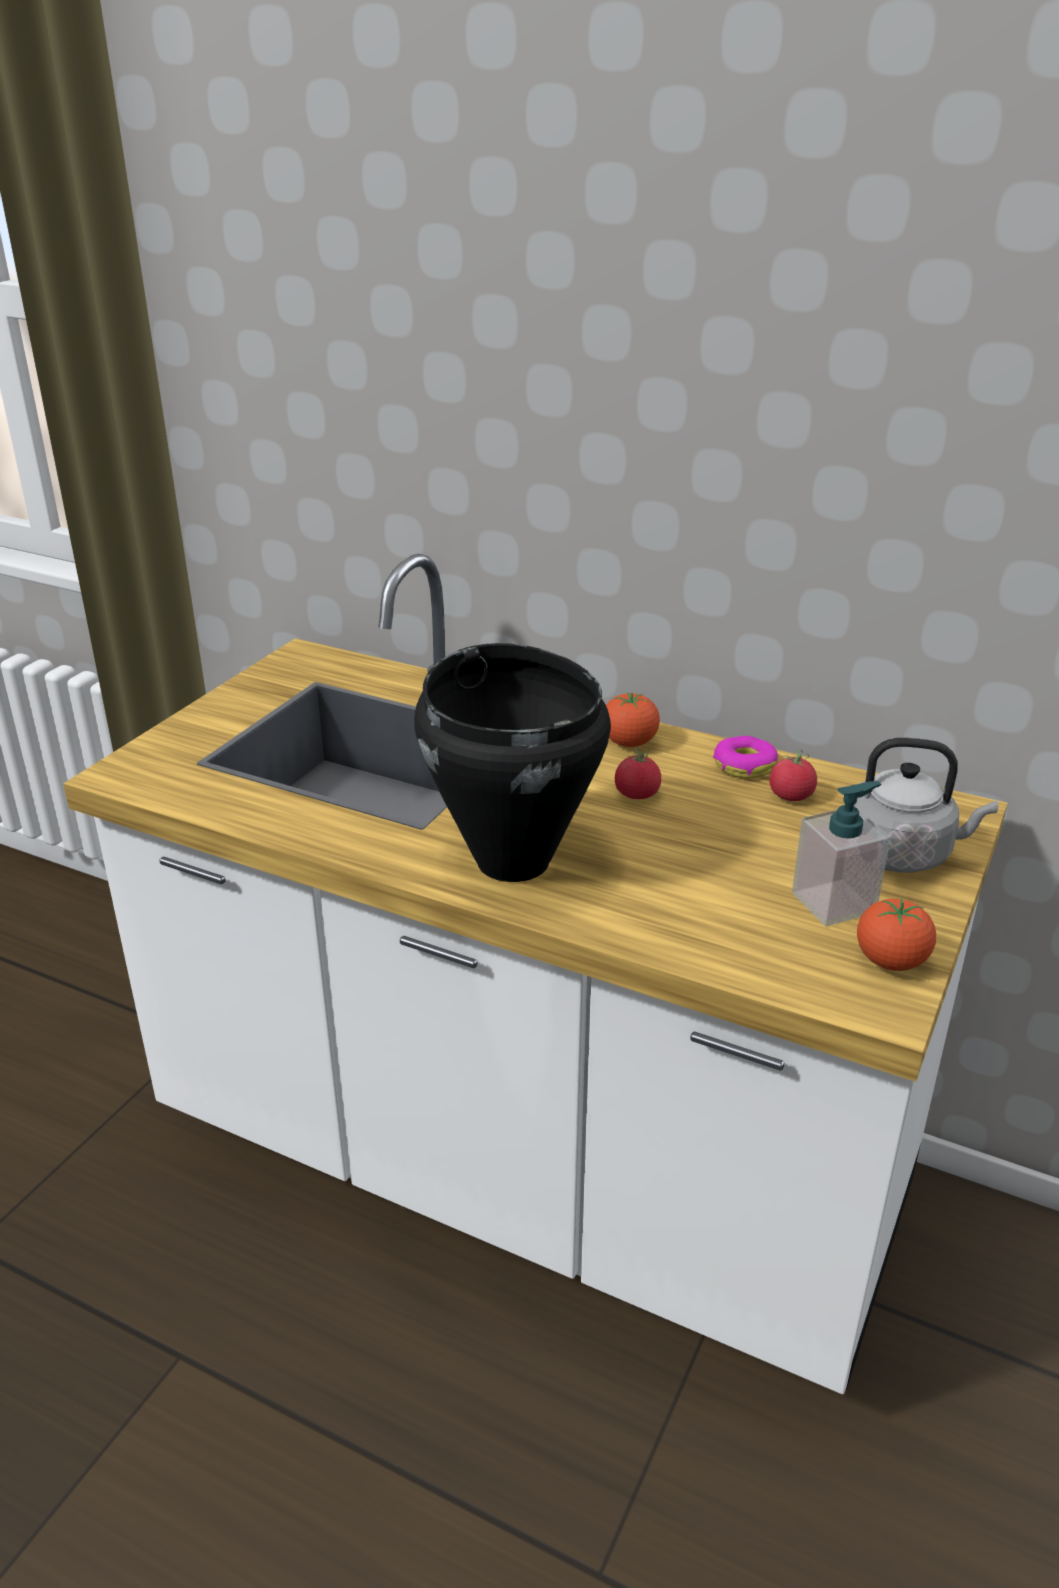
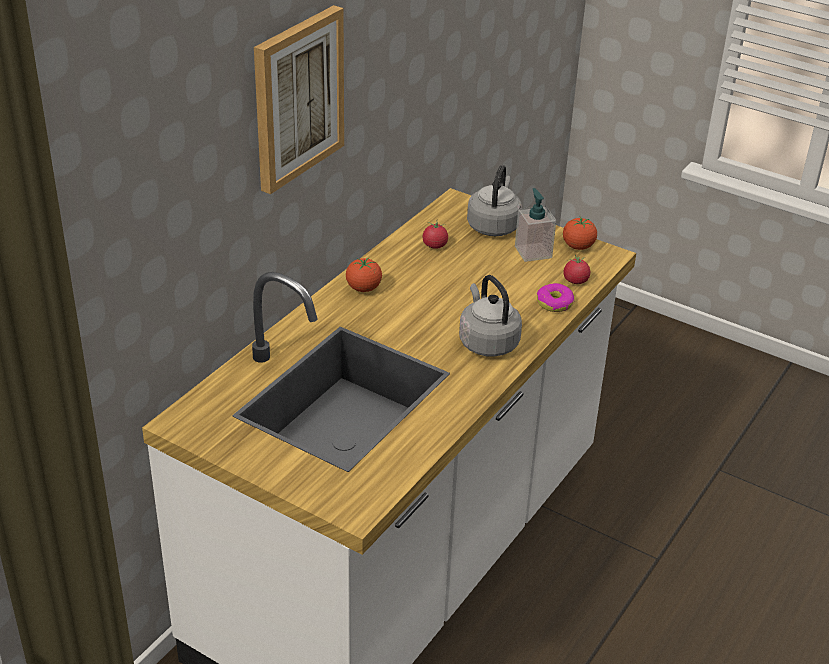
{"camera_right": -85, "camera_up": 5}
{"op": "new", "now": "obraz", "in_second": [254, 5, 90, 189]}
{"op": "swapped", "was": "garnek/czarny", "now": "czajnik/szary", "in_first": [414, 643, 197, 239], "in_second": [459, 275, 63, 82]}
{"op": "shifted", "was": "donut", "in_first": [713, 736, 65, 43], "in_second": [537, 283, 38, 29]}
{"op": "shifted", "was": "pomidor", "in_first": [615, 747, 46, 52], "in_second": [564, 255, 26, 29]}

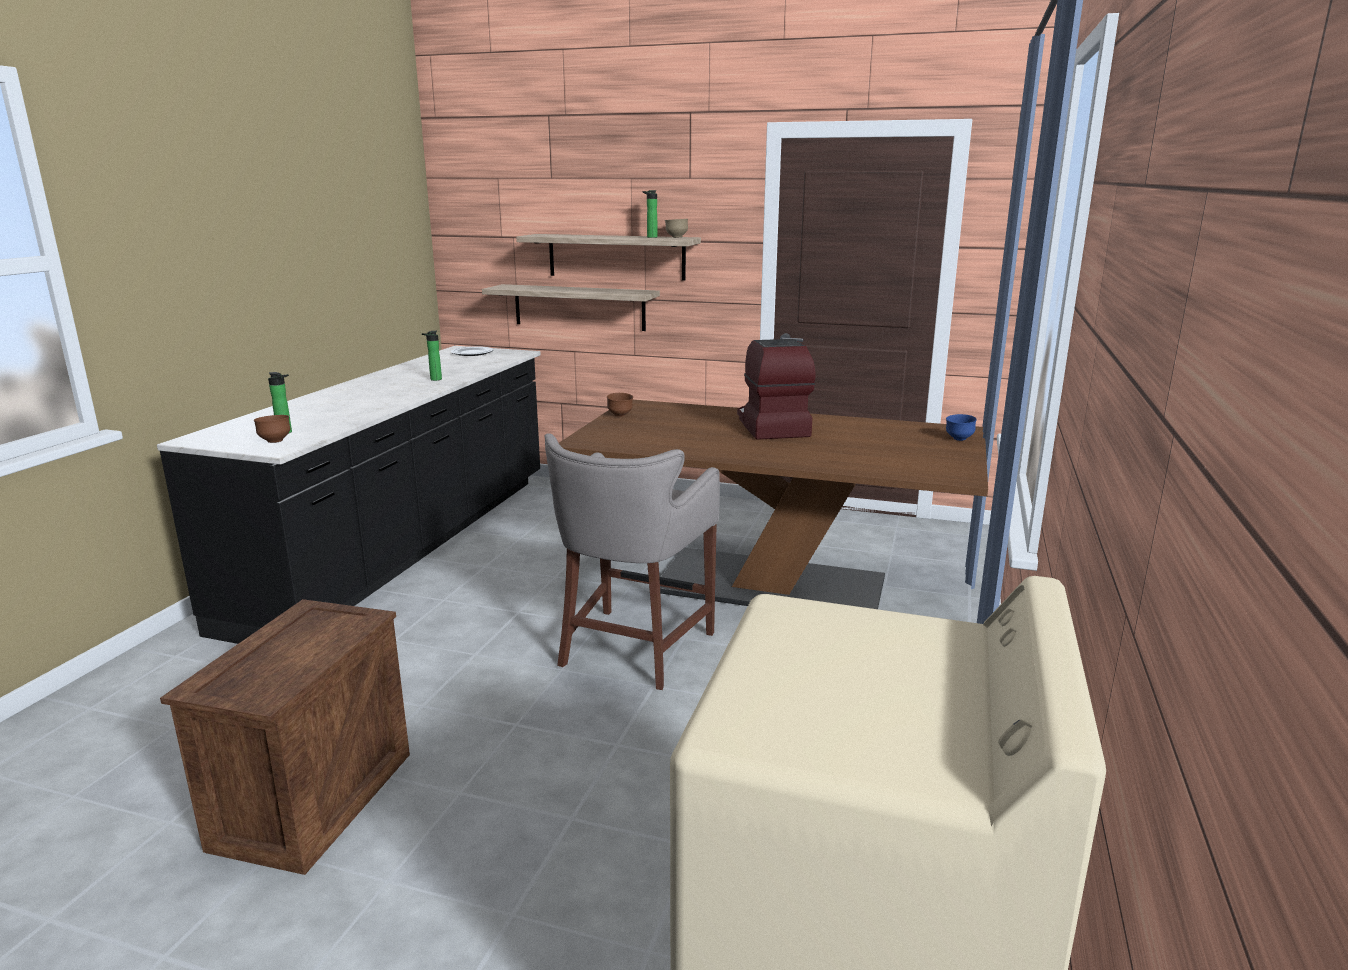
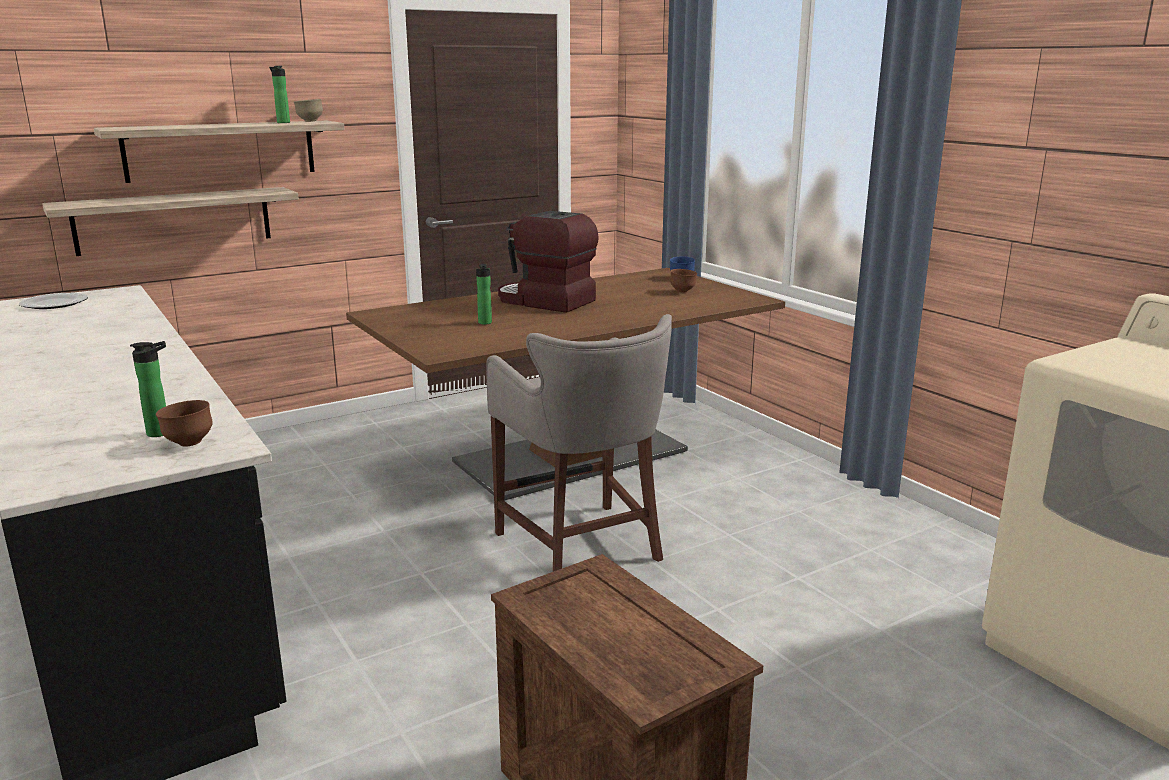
{"camera_right": -50, "camera_up": 0}
{"op": "shifted", "was": "butelka", "in_first": [422, 331, 20, 50], "in_second": [476, 264, 16, 61]}
{"op": "shifted", "was": "miska/brązowy", "in_first": [607, 393, 26, 24], "in_second": [670, 269, 27, 23]}

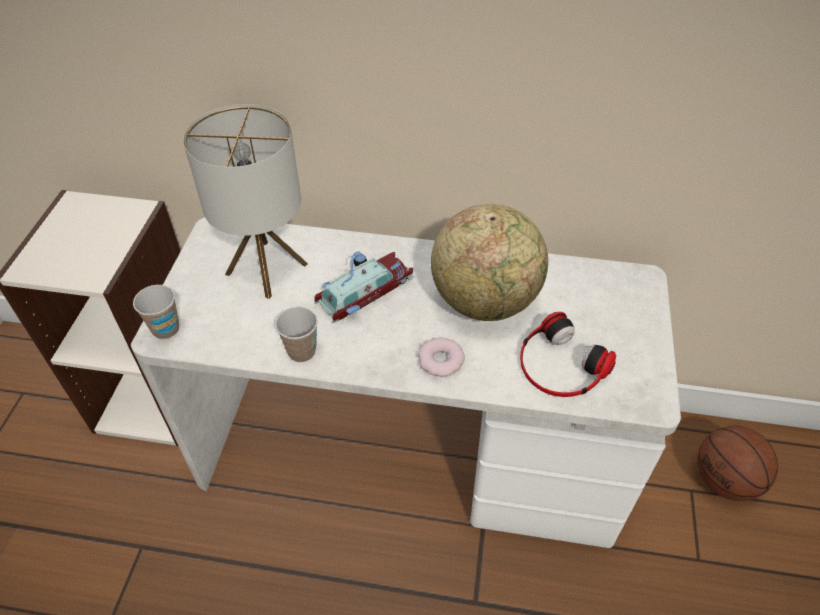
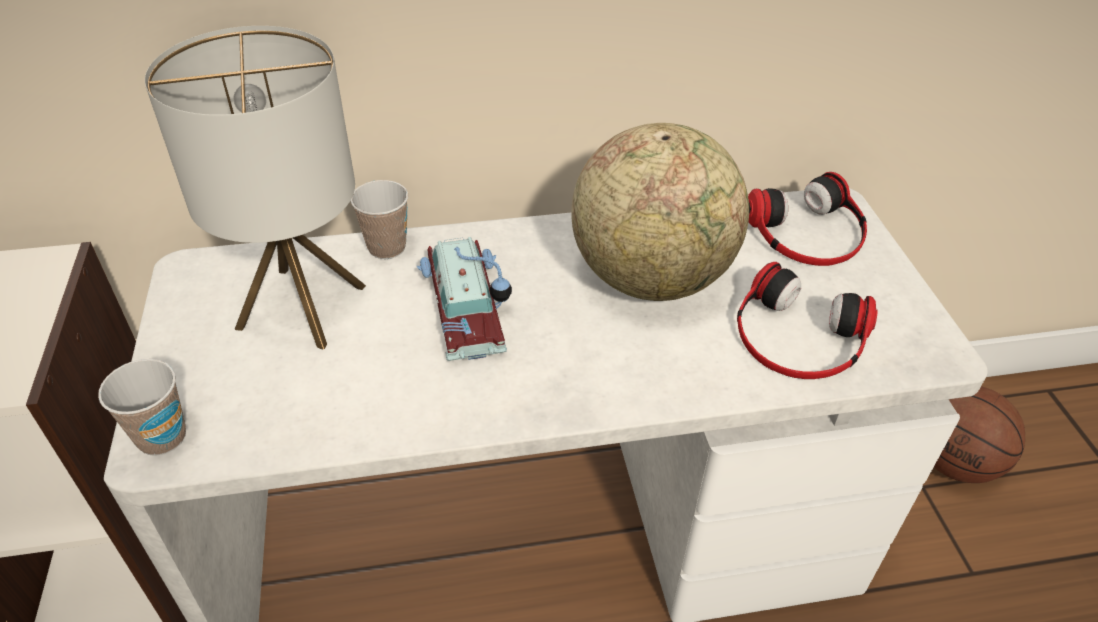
{"camera_right": -20, "camera_up": -5}
{"op": "shifted", "was": "filiżanka", "in_first": [275, 307, 43, 55], "in_second": [351, 180, 57, 79]}
{"op": "rotated", "was": "samochodzik", "in_first": [314, 251, 100, 72], "in_second": [417, 237, 95, 124], "clockwise": 135}
{"op": "new", "now": "słuchawki", "in_second": [748, 172, 119, 94]}
{"op": "gone", "was": "donut", "in_first": [418, 337, 47, 40]}

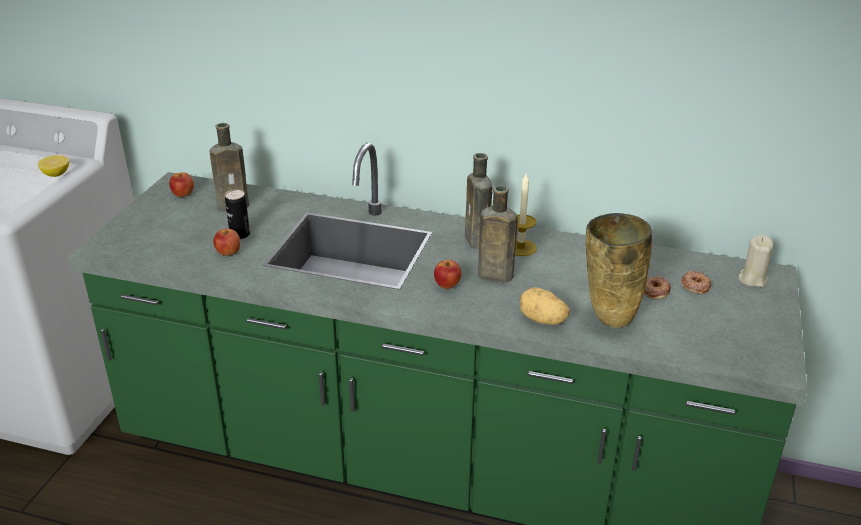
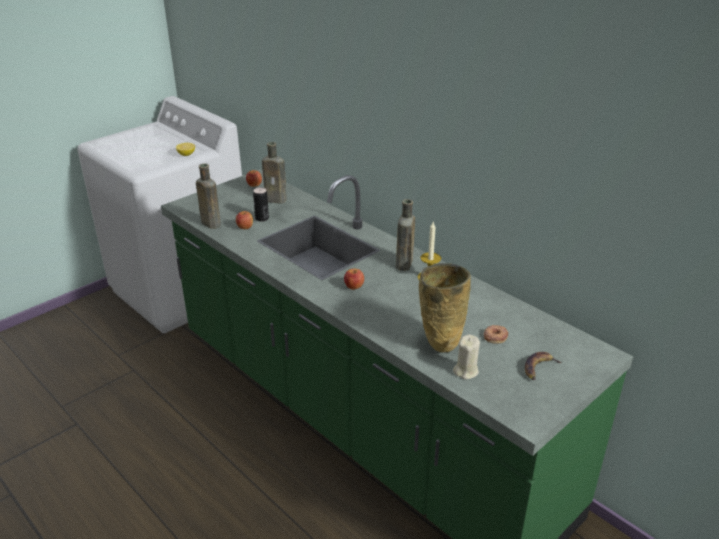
{"camera_right": 30, "camera_up": 0}
{"op": "shifted", "was": "butelka/brązowy", "in_first": [478, 185, 40, 98], "in_second": [196, 164, 25, 65]}
{"op": "shifted", "was": "świeca/beżowy", "in_first": [738, 235, 36, 52], "in_second": [453, 334, 27, 45]}
{"op": "new", "now": "banan", "in_second": [525, 352, 37, 28]}
{"op": "gone", "was": "ziemniak", "in_first": [520, 287, 50, 38]}
{"op": "gone", "was": "donut", "in_first": [681, 271, 30, 23]}

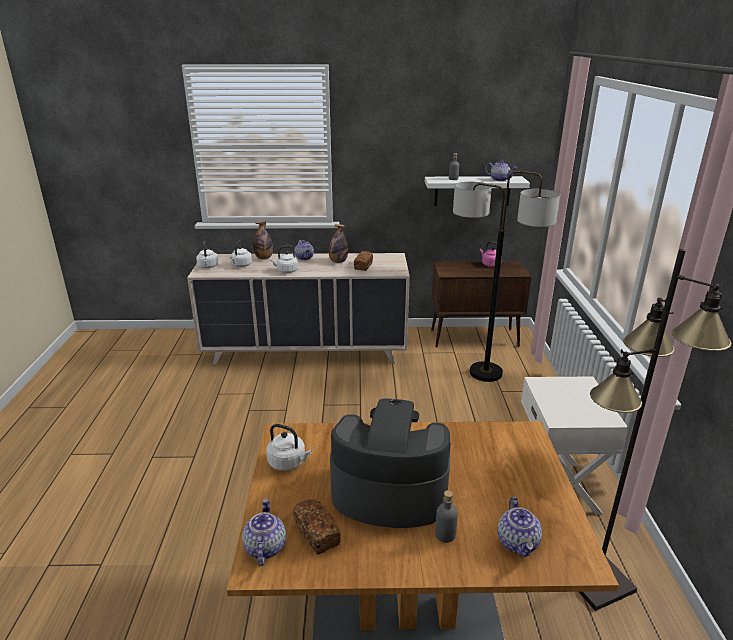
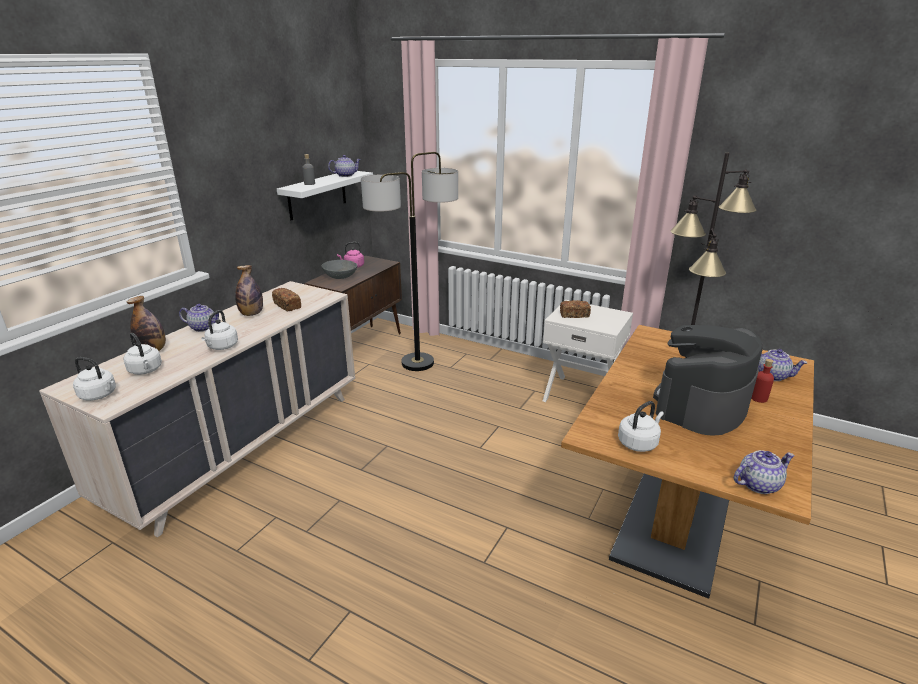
{"camera_right": -60, "camera_up": 0}
{"op": "new", "now": "miska/szary", "in_second": [322, 260, 35, 19]}
{"op": "shifted", "was": "chleb", "in_first": [292, 499, 49, 56], "in_second": [560, 300, 31, 18]}
{"op": "rotated", "was": "imbryk", "in_first": [242, 499, 44, 67], "in_second": [734, 450, 61, 44], "clockwise": 135}
{"op": "repainted", "was": "butelka/szary", "now": "butelka/czerwony", "in_first": [435, 490, 23, 53], "in_second": [751, 359, 23, 44]}

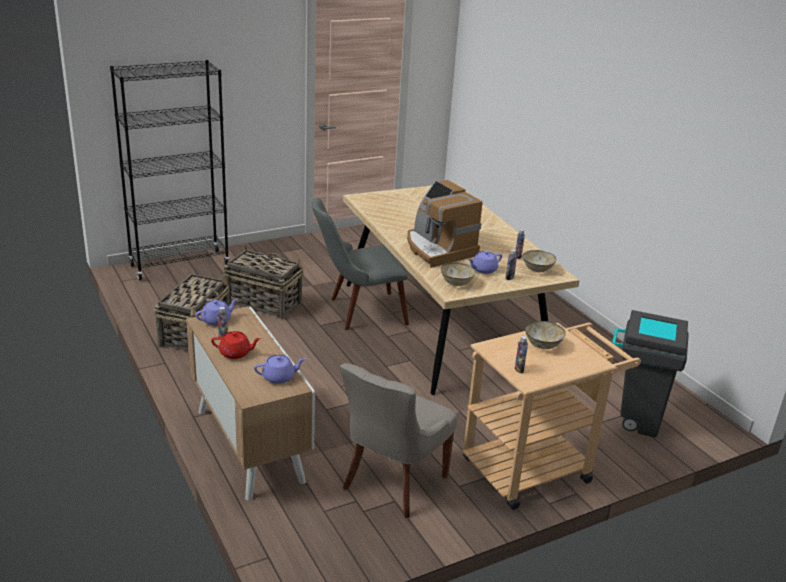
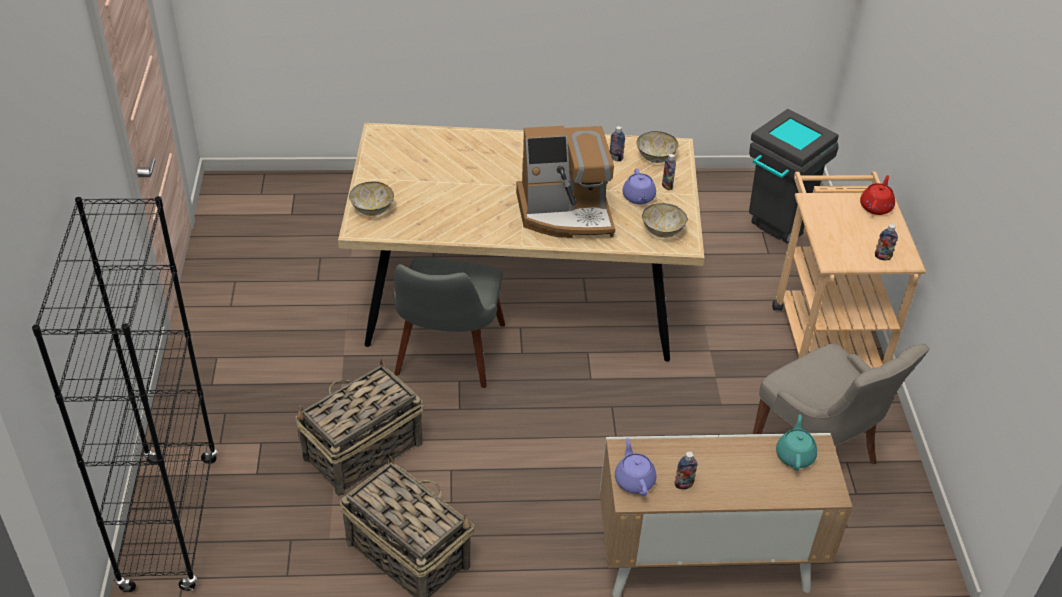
{"camera_right": -65, "camera_up": 15}
{"op": "shifted", "was": "miska", "in_first": [525, 321, 41, 28], "in_second": [349, 182, 45, 34]}
{"op": "repainted", "was": "imbryk/fioletowy", "now": "imbryk/turkusowy", "in_first": [254, 355, 52, 29], "in_second": [776, 414, 41, 56]}
{"op": "shifted", "was": "imbryk/czerwony", "in_first": [211, 331, 50, 28], "in_second": [860, 175, 35, 40]}

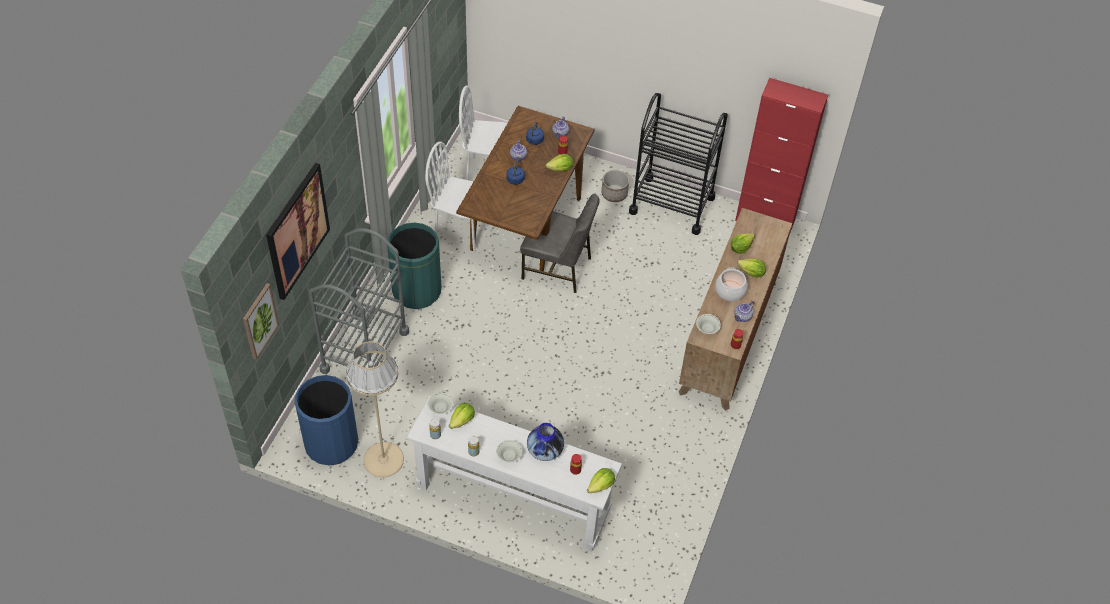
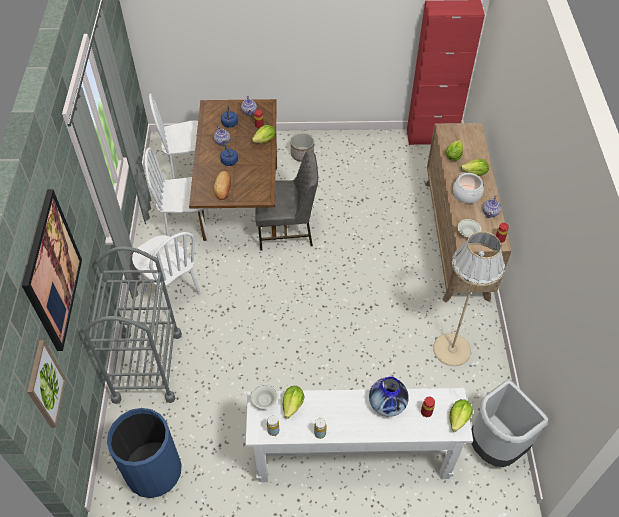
{"camera_right": -20, "camera_up": 0}
{"op": "swapped", "was": "kosz na śmieci/zielony", "now": "krzesło/biały", "in_first": [387, 222, 54, 87], "in_second": [132, 232, 69, 85]}
{"op": "new", "now": "chleb", "in_second": [213, 171, 18, 29]}
{"op": "shifted", "was": "lampa stojąca/beżowy", "in_first": [346, 341, 58, 136], "in_second": [433, 231, 72, 135]}
{"op": "new", "now": "kosz na śmieci/szary", "in_second": [471, 380, 77, 87]}
{"op": "gone", "was": "miska/biały", "in_first": [496, 440, 27, 23]}
{"op": "gone", "was": "wózek/czarny", "in_first": [629, 93, 99, 142]}

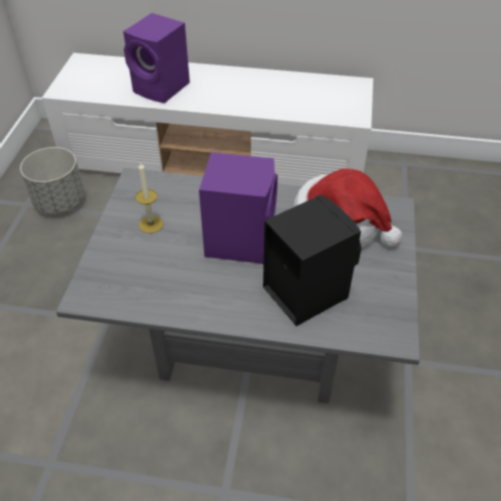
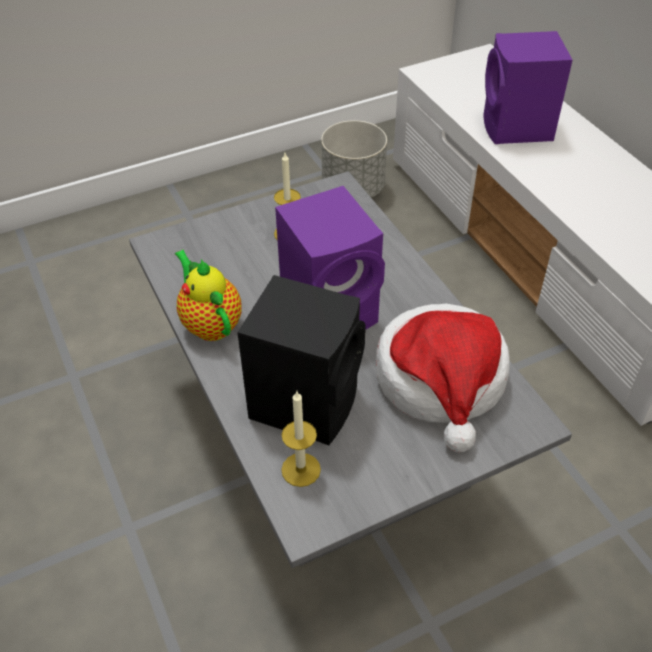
{"camera_right": 55, "camera_up": 0}
{"op": "new", "now": "imbryk", "in_second": [175, 250, 67, 91]}
{"op": "new", "now": "świeca", "in_second": [281, 391, 40, 96]}

